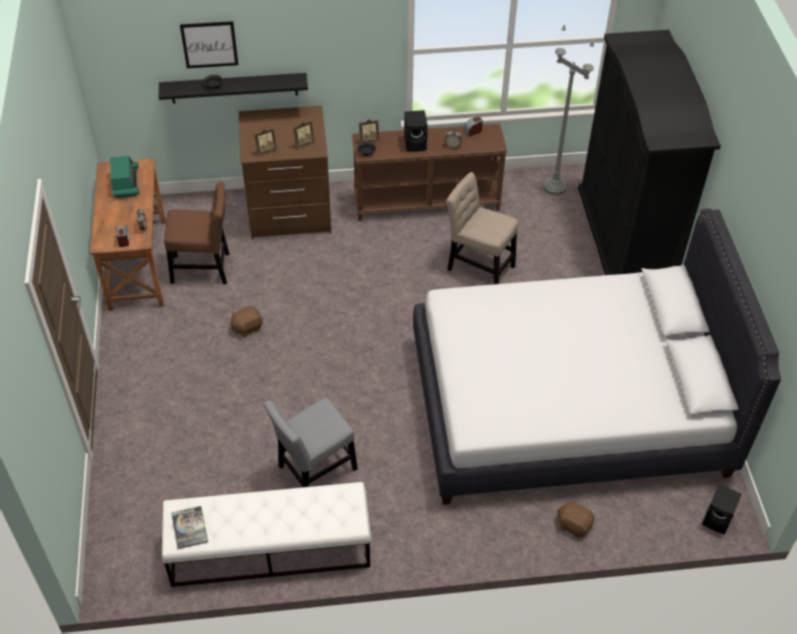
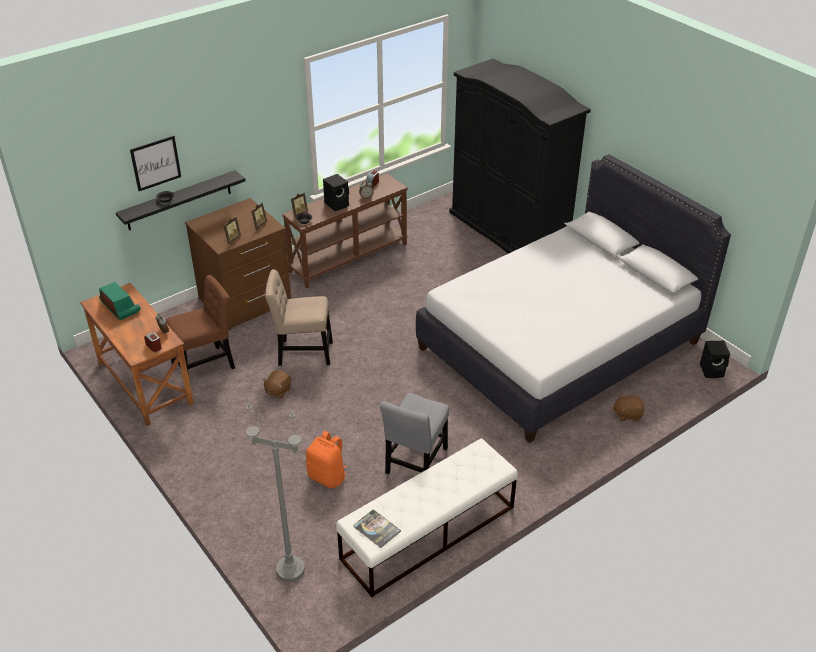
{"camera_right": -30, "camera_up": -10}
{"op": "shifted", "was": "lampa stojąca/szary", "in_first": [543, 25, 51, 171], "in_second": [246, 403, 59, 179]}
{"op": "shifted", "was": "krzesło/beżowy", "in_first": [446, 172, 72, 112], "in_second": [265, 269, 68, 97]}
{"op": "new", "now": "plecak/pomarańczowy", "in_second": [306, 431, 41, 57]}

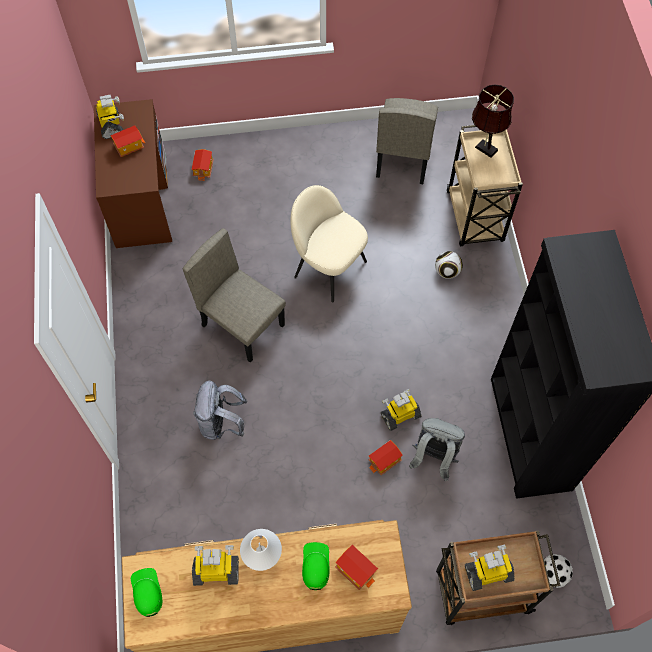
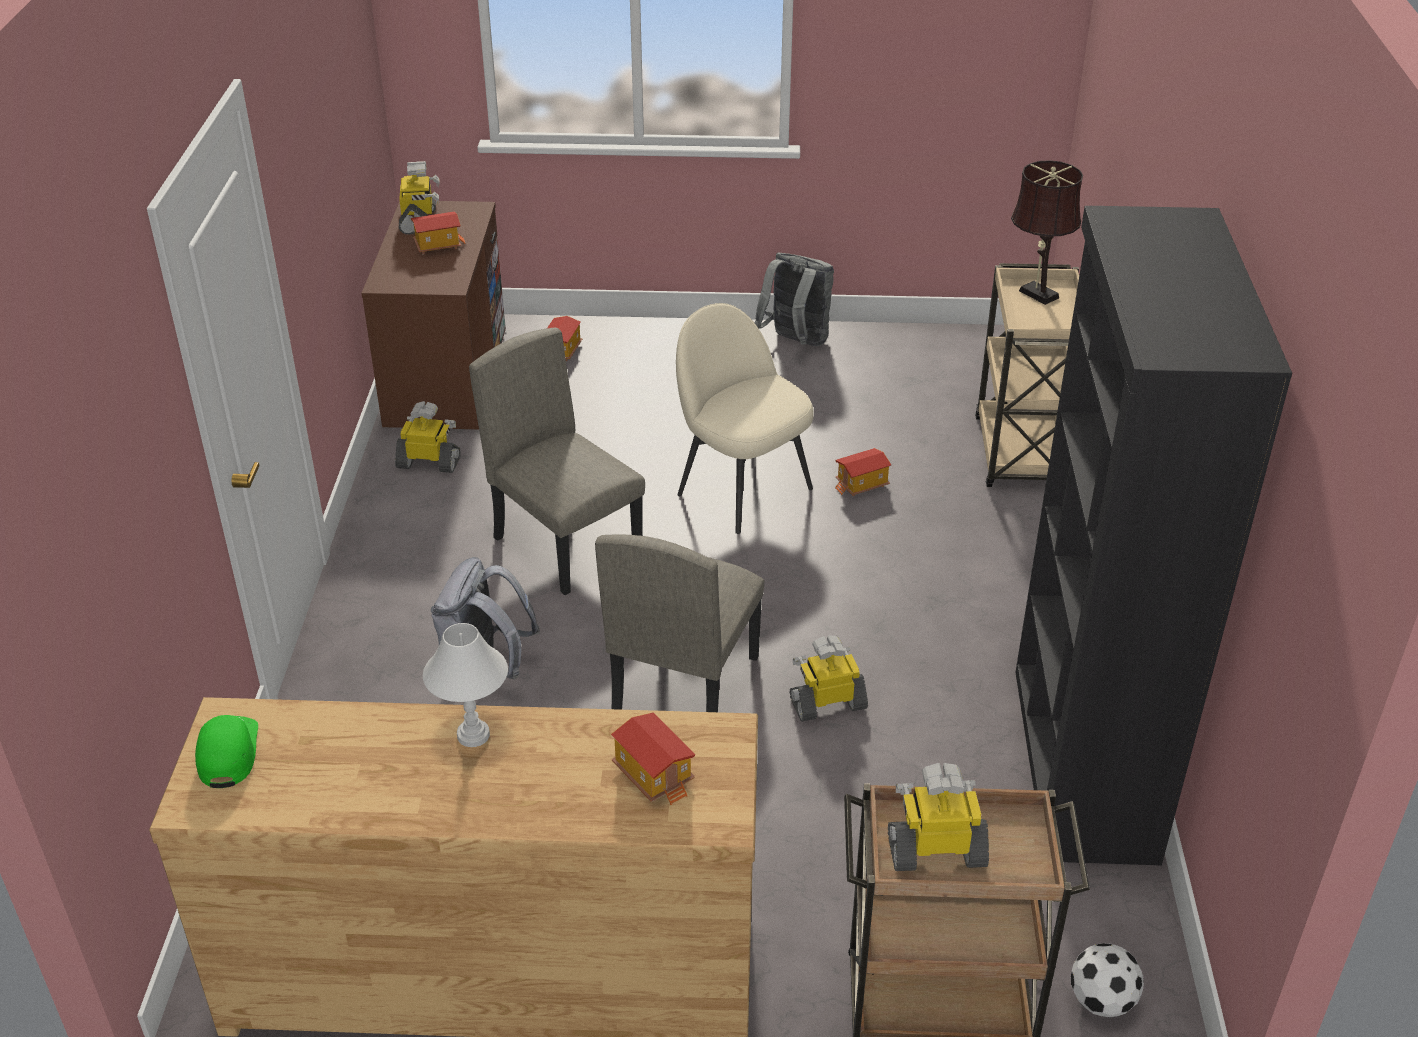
{"camera_right": 10, "camera_up": -25}
{"op": "shifted", "was": "robot zabawkowy", "in_first": [192, 545, 47, 41], "in_second": [395, 401, 66, 72]}
{"op": "shifted", "was": "krzesło/beżowy", "in_first": [376, 98, 62, 86], "in_second": [595, 534, 169, 178]}
{"op": "shifted", "was": "plecak/szary", "in_first": [409, 418, 56, 63], "in_second": [754, 253, 80, 93]}
{"op": "shifted", "was": "domek", "in_first": [368, 440, 35, 35], "in_second": [835, 448, 56, 48]}
{"op": "gone", "was": "czapka z daszkiem/zielony", "in_first": [302, 542, 28, 48]}
{"op": "gone", "was": "piłka futbolowa", "in_first": [435, 251, 28, 28]}

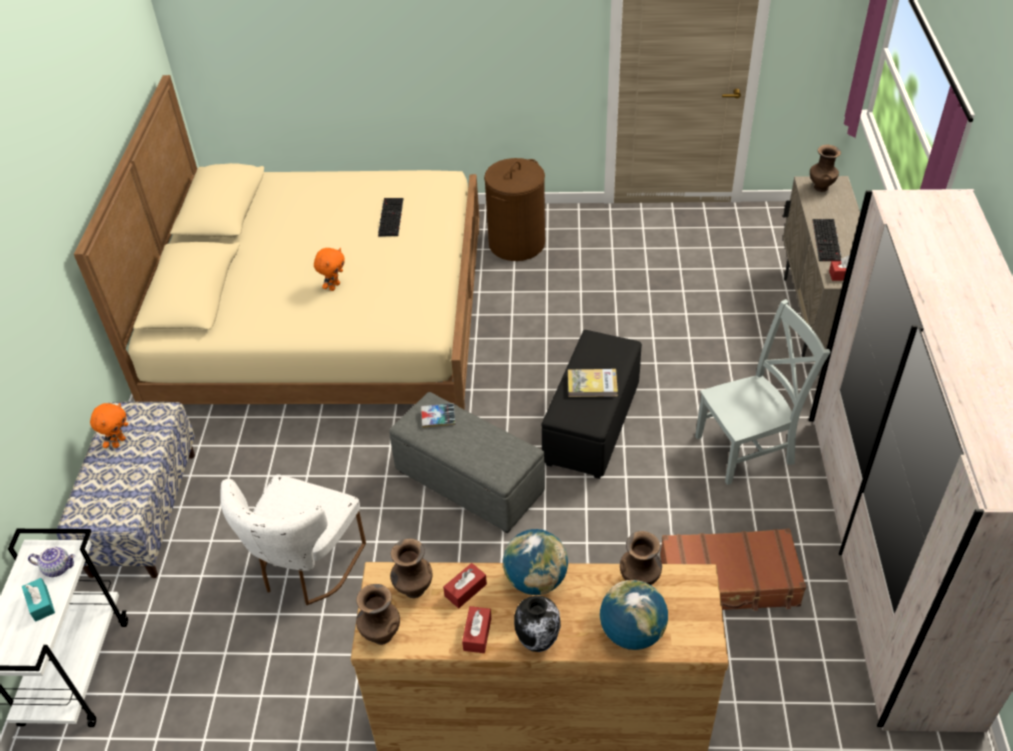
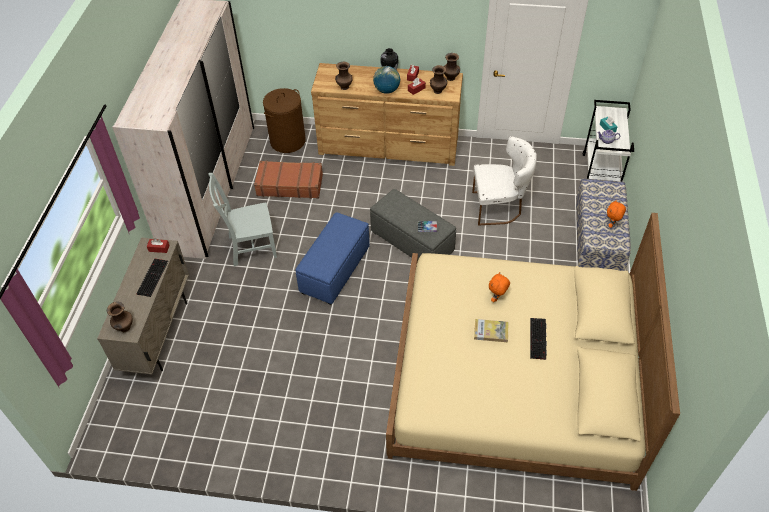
{"camera_right": -175, "camera_up": 5}
{"op": "shifted", "was": "kosz na pranie/brązowy", "in_first": [484, 158, 61, 103], "in_second": [263, 88, 43, 65]}
{"op": "repainted", "was": "pufa/czarny", "now": "pufa/niebieski", "in_first": [541, 330, 101, 149], "in_second": [296, 212, 74, 93]}
{"op": "rotated", "was": "krzesło/biały", "in_first": [220, 474, 146, 131], "in_second": [472, 136, 65, 89], "clockwise": 60}
{"op": "shifted", "was": "książka", "in_first": [568, 369, 50, 28], "in_second": [474, 319, 34, 23]}
{"op": "shifted", "was": "klawiatura", "in_first": [378, 198, 25, 39], "in_second": [530, 318, 17, 42]}
{"op": "gone", "was": "globus", "in_first": [600, 580, 68, 70]}

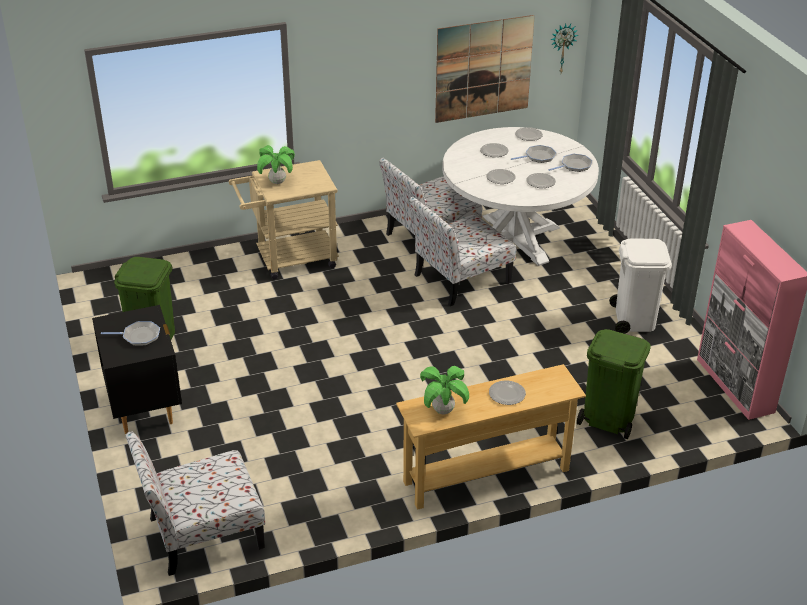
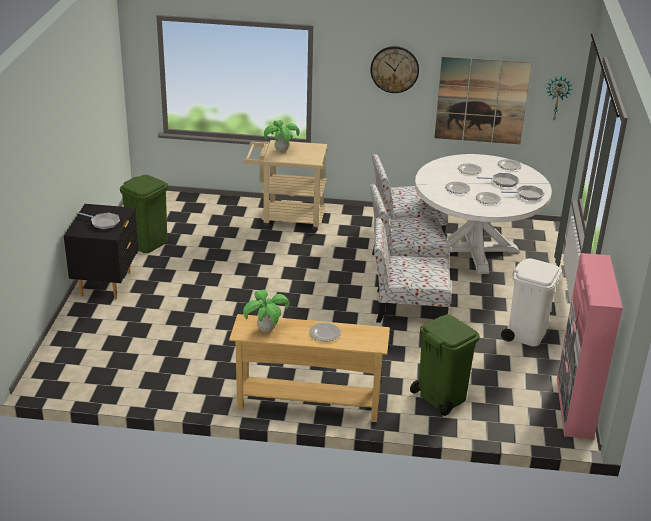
{"camera_right": 25, "camera_up": -5}
{"op": "new", "now": "zegar ścienny", "in_second": [370, 46, 49, 47]}
{"op": "shifted", "was": "krzesło", "in_first": [125, 431, 140, 145], "in_second": [374, 218, 78, 105]}

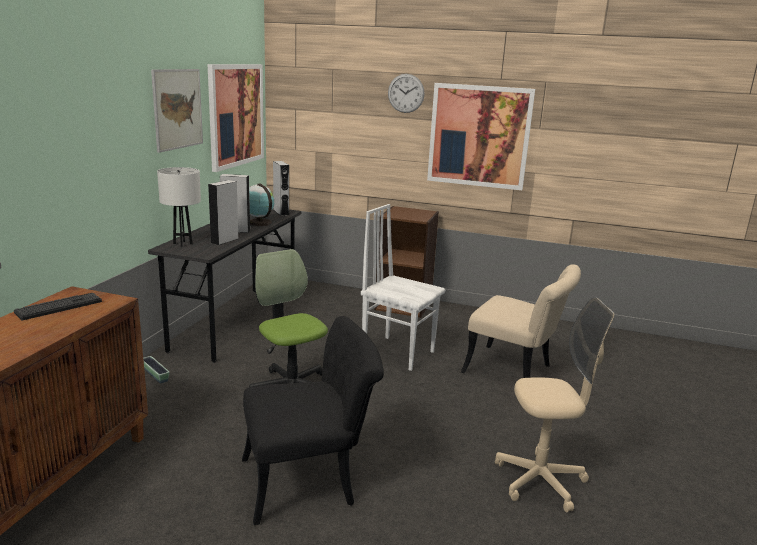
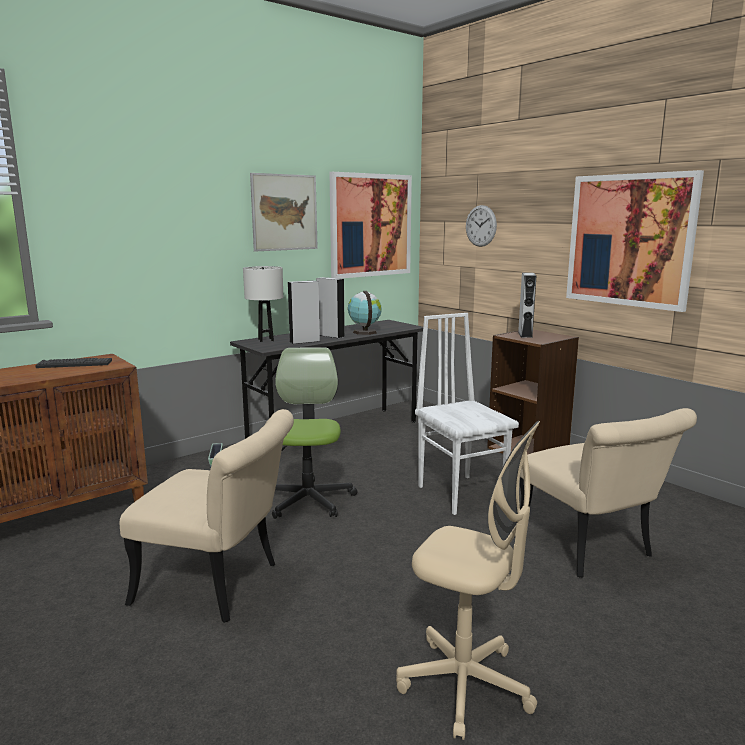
{"camera_right": 35, "camera_up": -5}
{"op": "repainted", "was": "krzesło/czarny", "now": "krzesło/beżowy", "in_first": [242, 316, 142, 209], "in_second": [120, 409, 174, 214]}
{"op": "shifted", "was": "zegar ścienny", "in_first": [388, 74, 37, 39], "in_second": [466, 205, 31, 42]}
{"op": "shifted", "was": "głośnik/szary", "in_first": [273, 161, 16, 55], "in_second": [518, 273, 18, 65]}

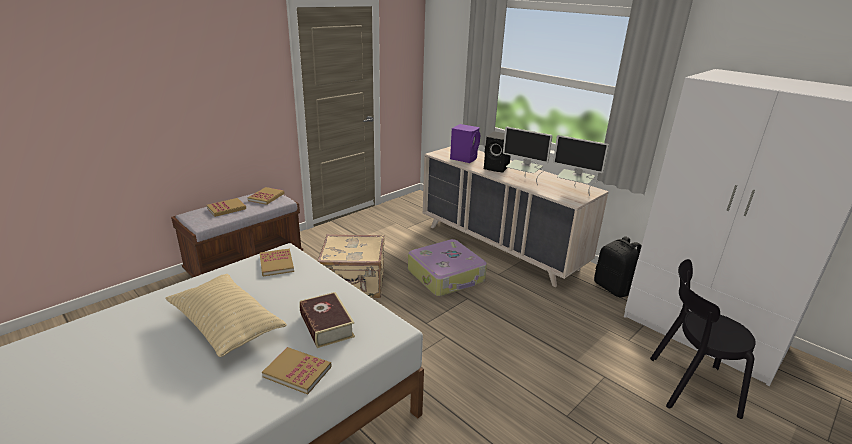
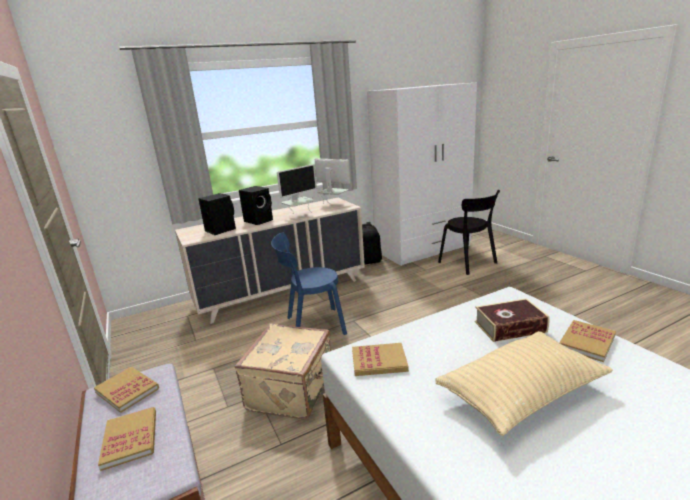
{"camera_right": -70, "camera_up": -5}
{"op": "repainted", "was": "głośnik/fioletowy", "now": "głośnik/czarny", "in_first": [450, 124, 30, 39], "in_second": [198, 193, 38, 42]}
{"op": "swapped", "was": "walizka", "now": "krzesło/niebieski", "in_first": [408, 239, 79, 57], "in_second": [271, 233, 76, 102]}
{"op": "rotated", "was": "monitor", "in_first": [553, 135, 56, 61], "in_second": [315, 158, 35, 49], "clockwise": -105}
{"op": "rotated", "was": "krzesło/czarny", "in_first": [650, 259, 106, 160], "in_second": [438, 190, 62, 85], "clockwise": -60}

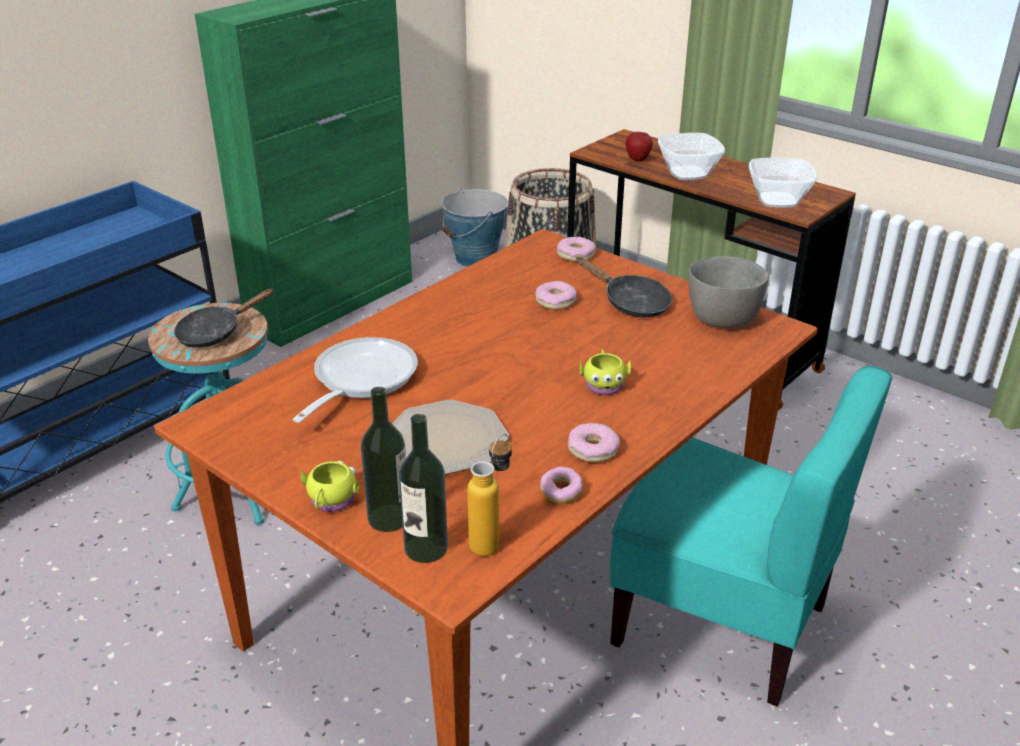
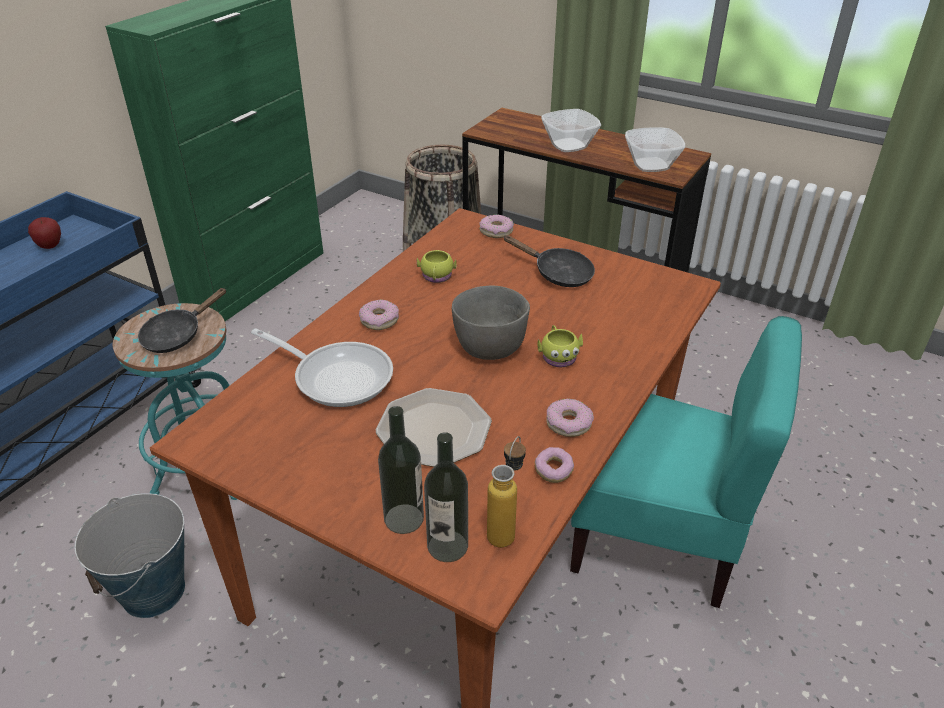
{"camera_right": -10, "camera_up": 5}
{"op": "shifted", "was": "jabłko", "in_first": [625, 132, 28, 29], "in_second": [28, 217, 33, 32]}
{"op": "shifted", "was": "wiadro", "in_first": [442, 188, 66, 79], "in_second": [74, 493, 111, 125]}
{"op": "rotated", "was": "patelnia", "in_first": [293, 337, 125, 86], "in_second": [251, 329, 142, 78], "clockwise": 105}
{"op": "shifted", "was": "donut", "in_first": [535, 281, 42, 29], "in_second": [359, 300, 40, 30]}
{"op": "shifted", "was": "kubek/żółty", "in_first": [301, 461, 59, 51], "in_second": [417, 250, 40, 33]}
{"op": "shifted", "was": "miska/szary", "in_first": [688, 256, 81, 72], "in_second": [452, 286, 78, 74]}

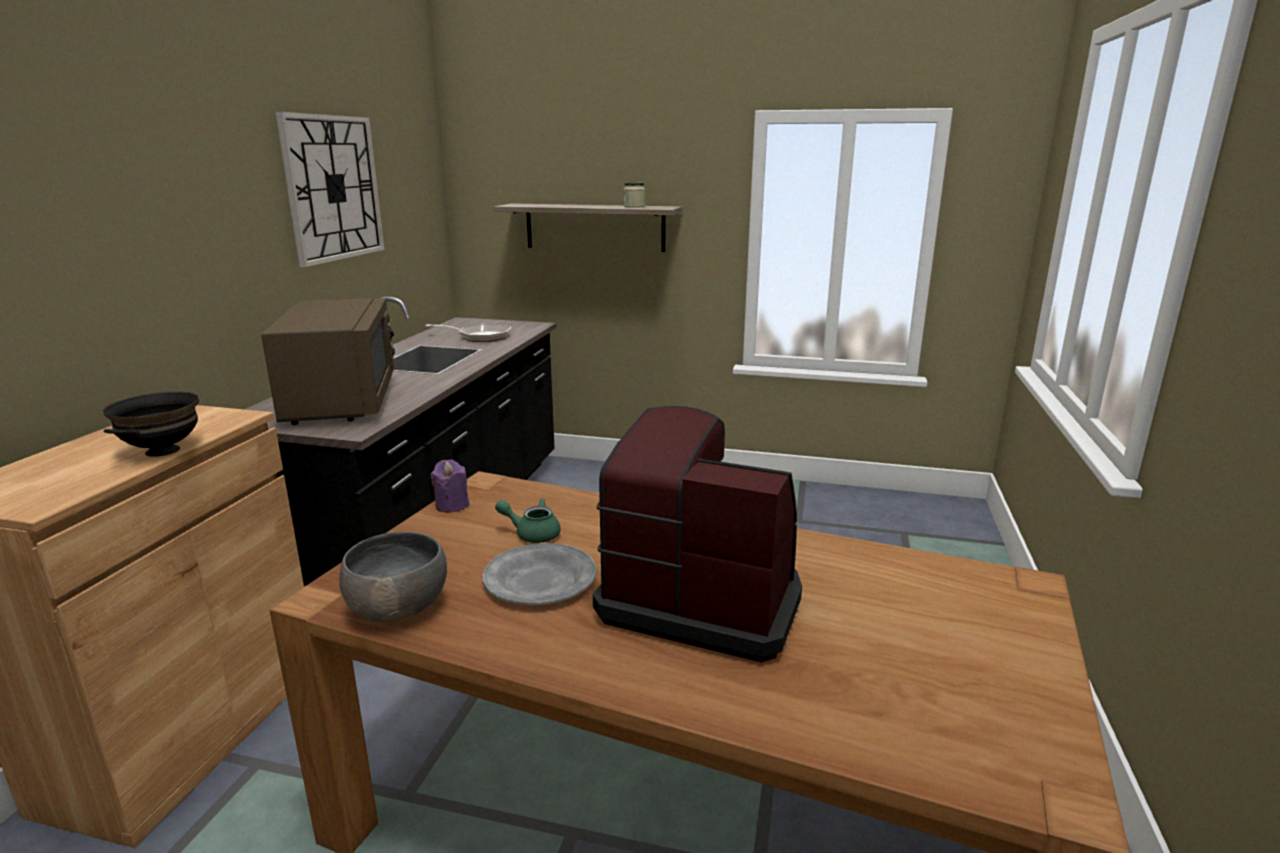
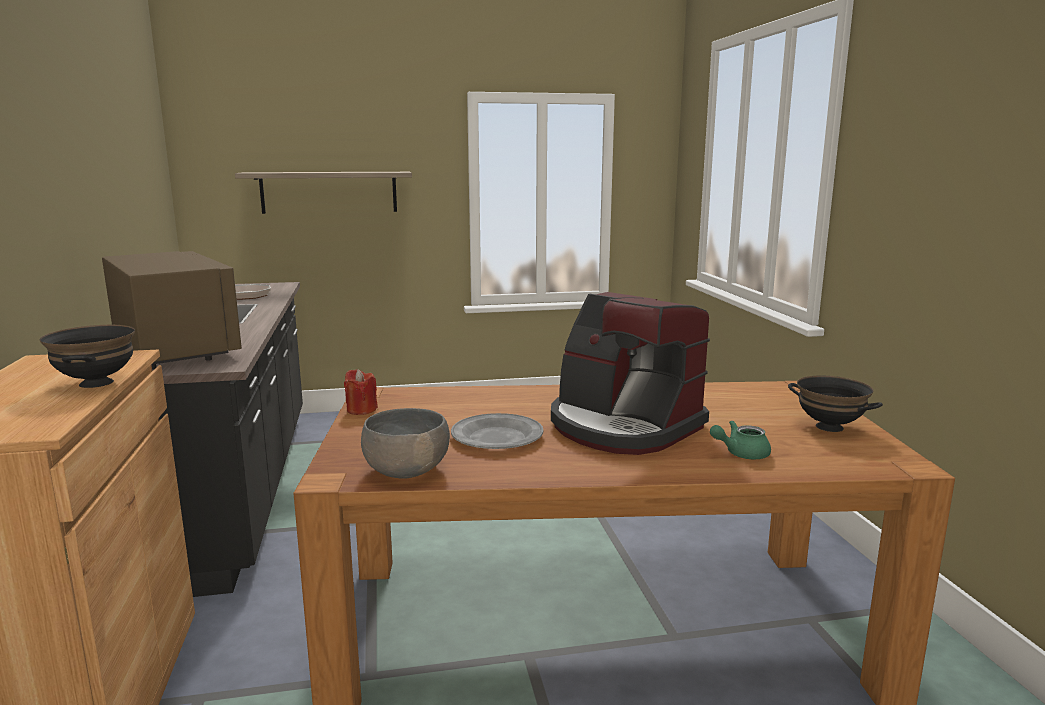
{"camera_right": -25, "camera_up": -5}
{"op": "repainted", "was": "świeca/fioletowy", "now": "świeca/czerwony", "in_first": [431, 460, 38, 53], "in_second": [344, 369, 34, 46]}
{"op": "rotated", "was": "ekspres do kawy", "in_first": [593, 406, 209, 256], "in_second": [551, 292, 159, 163], "clockwise": -135}
{"op": "shifted", "was": "imbryk/zielony", "in_first": [495, 498, 66, 45], "in_second": [710, 420, 61, 39]}
{"op": "new", "now": "miska/czarny", "in_second": [788, 375, 95, 57]}
{"op": "gone", "was": "zegar ścienny", "in_first": [276, 112, 109, 155]}
{"op": "gone", "was": "słoik", "in_first": [623, 182, 22, 26]}

